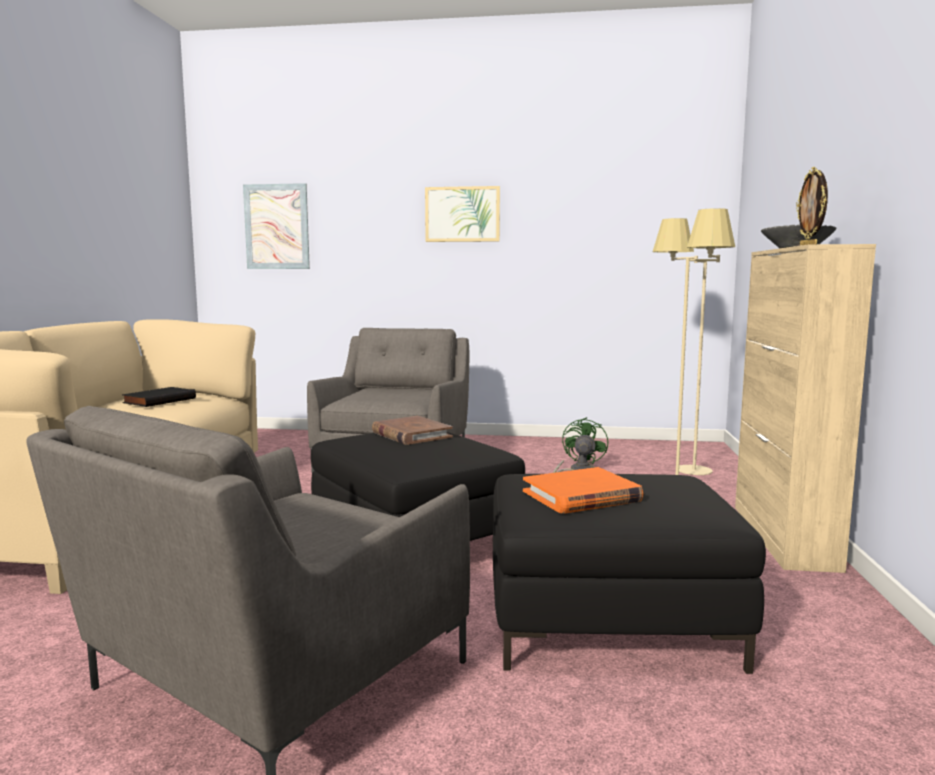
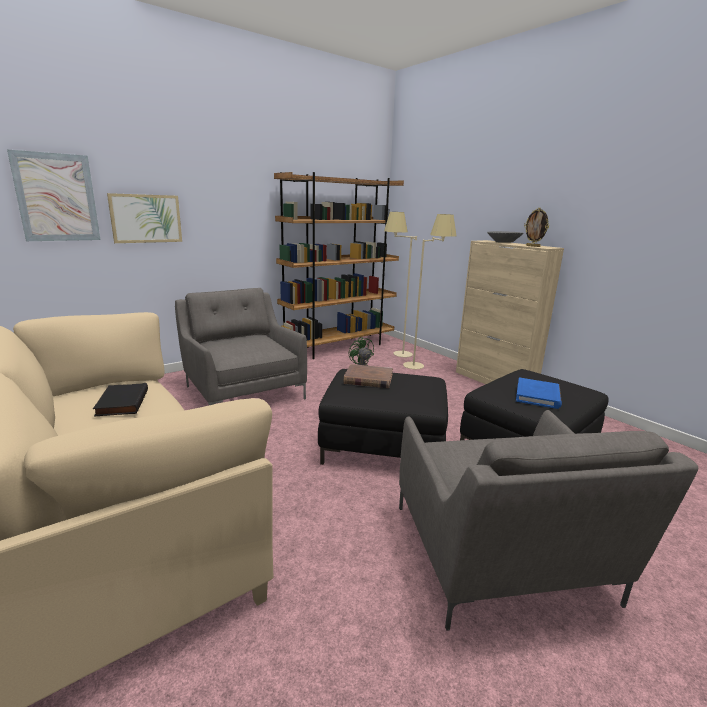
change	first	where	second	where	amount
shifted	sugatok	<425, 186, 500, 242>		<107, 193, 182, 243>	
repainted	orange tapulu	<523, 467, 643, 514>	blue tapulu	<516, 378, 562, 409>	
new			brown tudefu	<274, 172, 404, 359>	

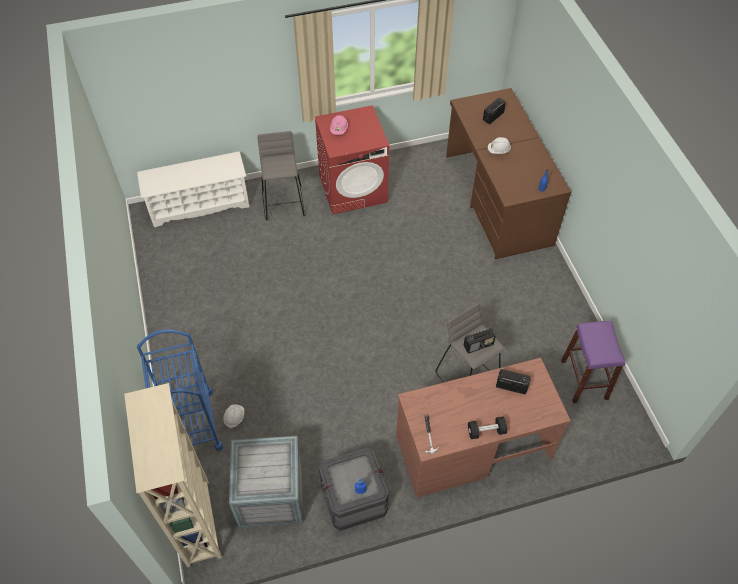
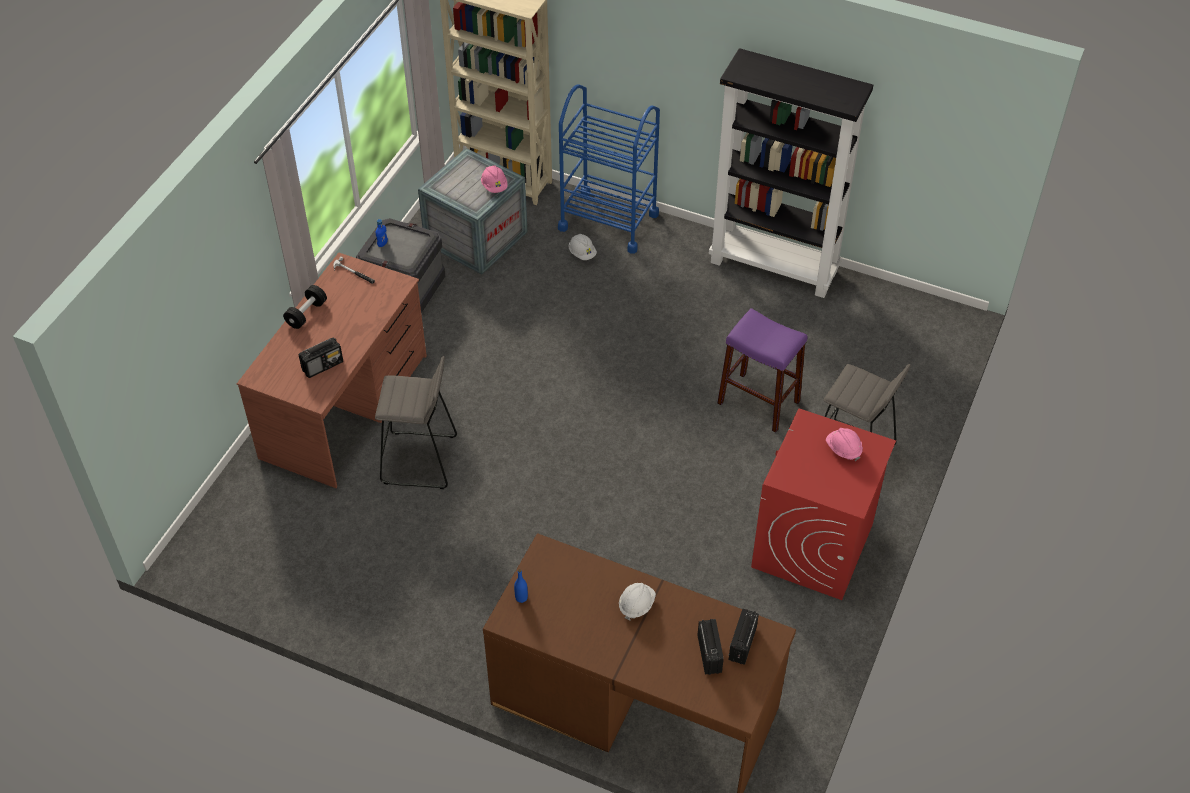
change	first	where	second	where	amount
gone	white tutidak	<137, 152, 250, 227>			
shifted	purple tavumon	<561, 321, 626, 403>		<717, 308, 808, 433>	
shifted	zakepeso	<464, 328, 496, 353>		<728, 609, 759, 665>	
new			black tudefu	<709, 48, 873, 298>	
new			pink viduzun	<481, 165, 508, 193>	

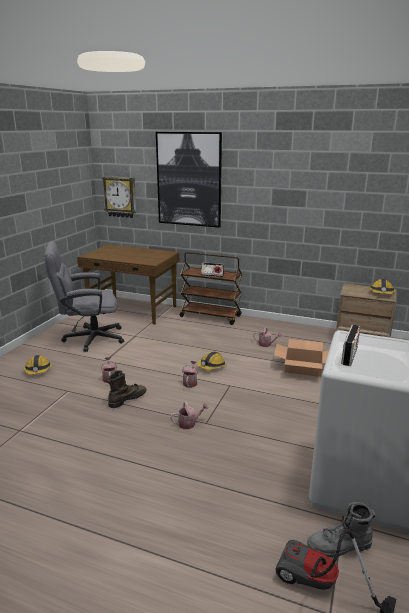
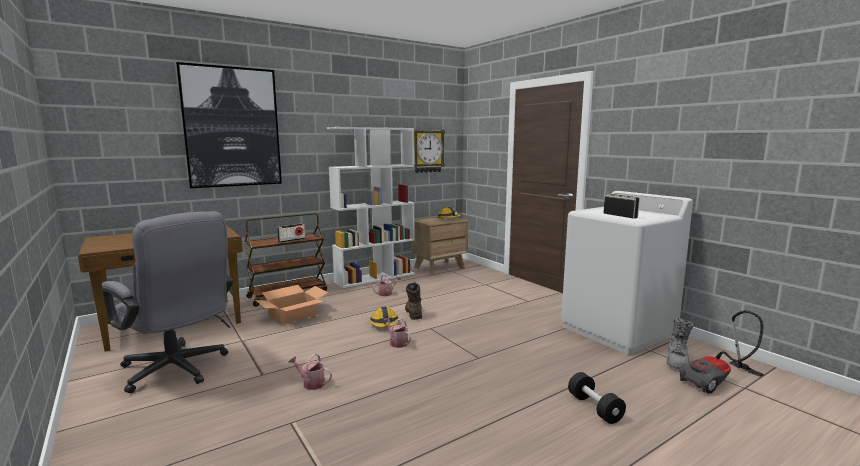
change	first	where	second	where	amount
shifted	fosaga	<102, 176, 136, 218>		<412, 129, 445, 173>	
rotated	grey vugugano	<44, 241, 124, 352>		<102, 211, 233, 393>	75 degrees counterclockwise
shifted	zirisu	<274, 339, 329, 377>		<255, 285, 328, 325>	
gone	viduzun	<24, 355, 52, 375>			
shifted	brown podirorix	<107, 370, 146, 408>		<405, 283, 422, 320>	
gone	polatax	<170, 402, 209, 429>			
new			white tudefu	<327, 127, 415, 288>	
new			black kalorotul	<568, 372, 626, 424>	

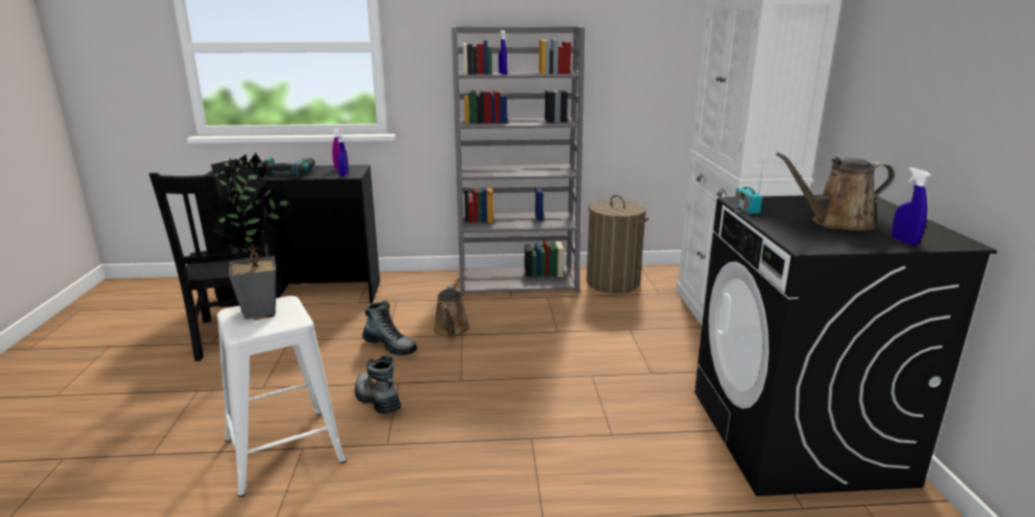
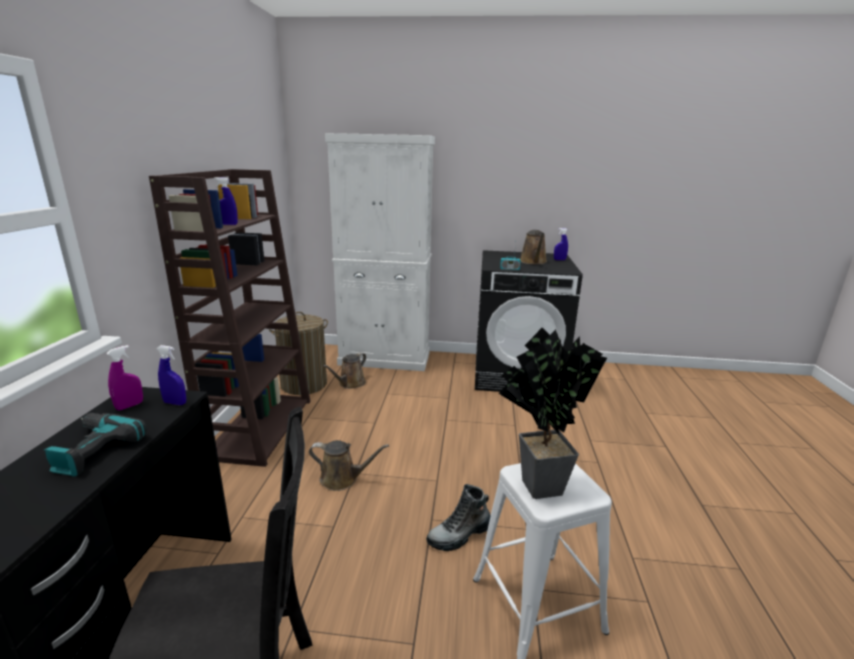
change	first	where	second	where	amount
repainted	grey tudefu	<452, 26, 585, 296>	brown tudefu	<149, 169, 310, 467>	
gone	podirorix	<362, 300, 417, 356>			
new			brown polatax	<323, 353, 366, 389>	

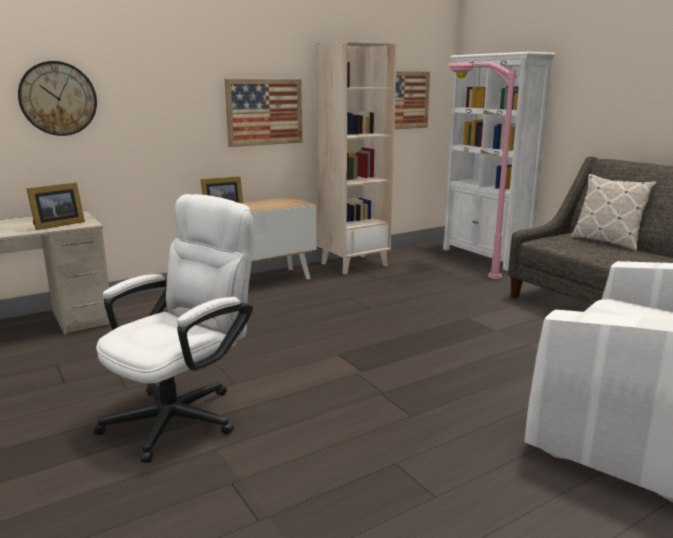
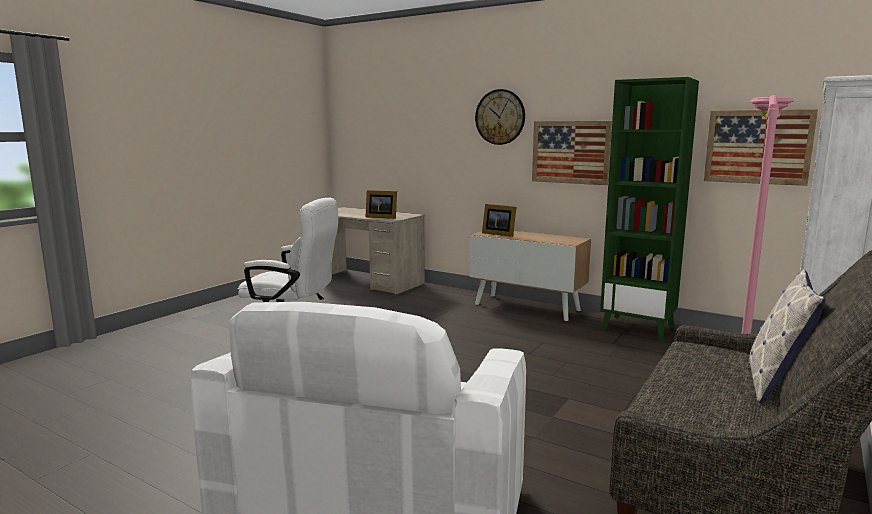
change	first	where	second	where	amount
repainted	beige tudefu	<317, 40, 397, 275>	green tudefu	<600, 77, 699, 341>	
shifted	fosaga	<18, 61, 97, 136>		<475, 89, 525, 145>	

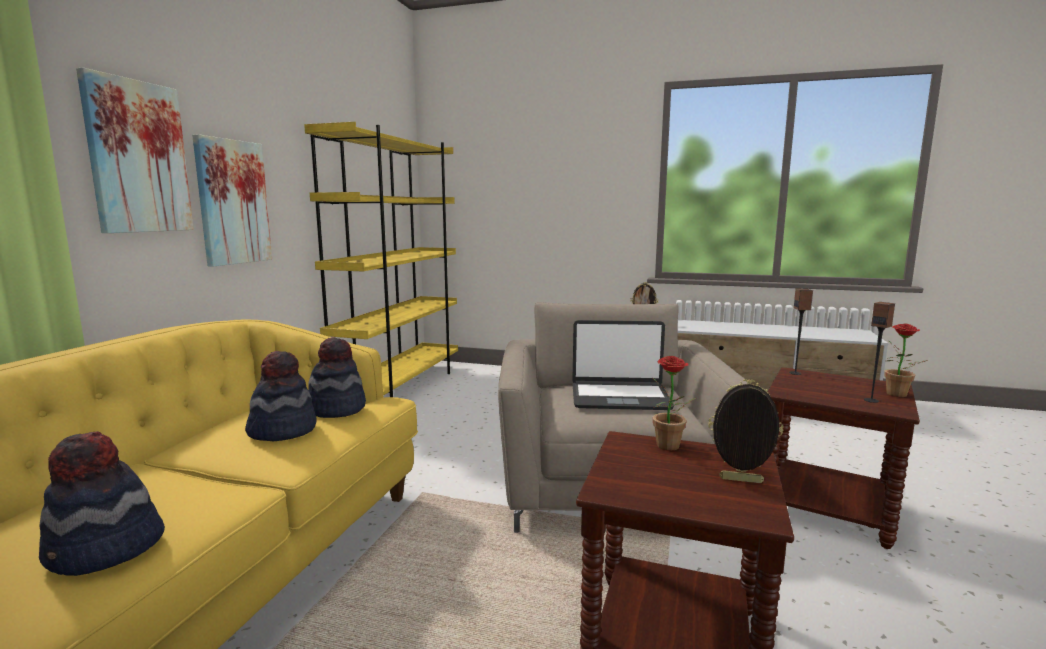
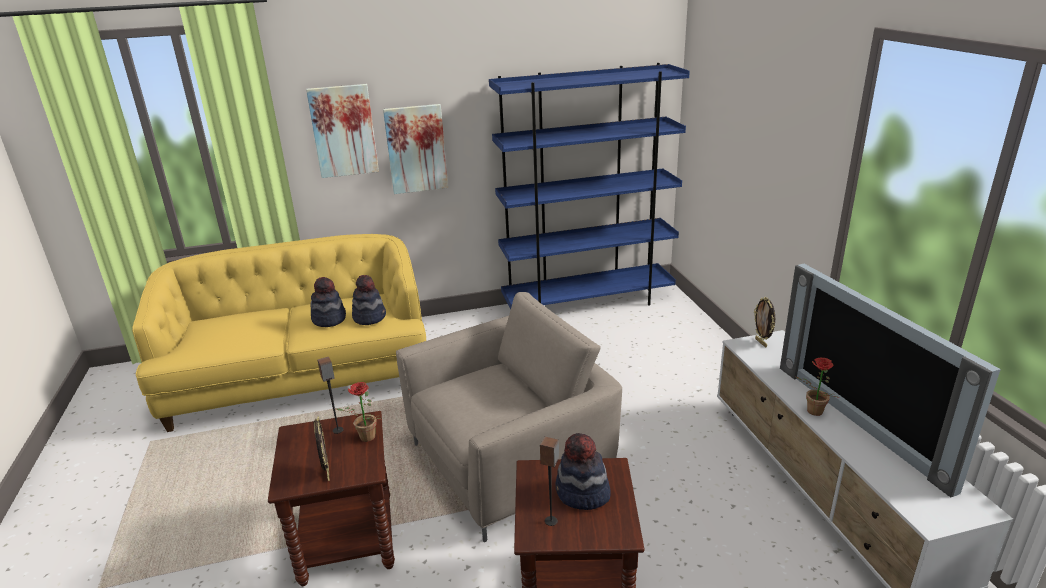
change	first	where	second	where	amount
repainted	yellow tudefu	<304, 122, 458, 397>	blue tudefu	<489, 63, 690, 309>	
shifted	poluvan	<789, 289, 813, 375>		<318, 357, 344, 434>	
gone	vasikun	<572, 320, 674, 410>			
shifted	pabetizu	<884, 323, 928, 397>		<796, 358, 839, 416>	
shifted	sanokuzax	<39, 431, 165, 576>		<555, 433, 611, 510>	
new			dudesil	<780, 264, 1001, 497>	

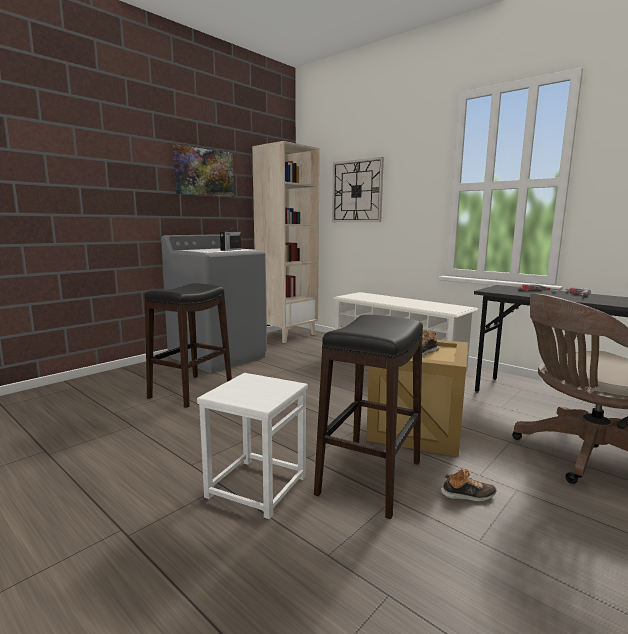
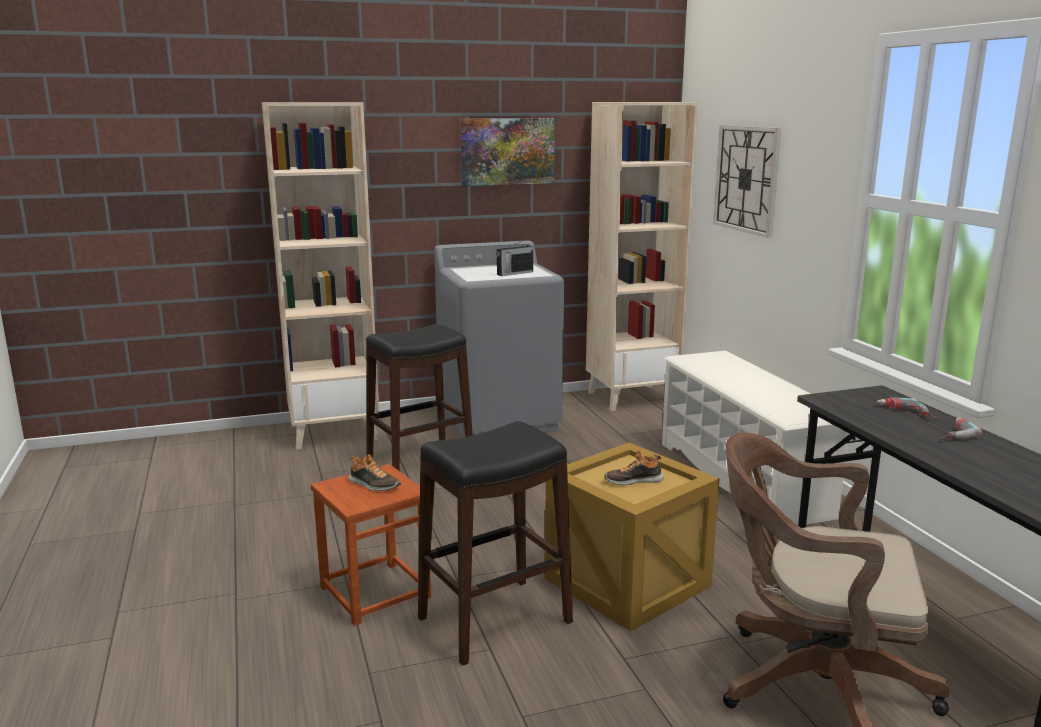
change	first	where	second	where	amount
repainted	white tavumon	<197, 373, 308, 519>	brown tavumon	<311, 464, 431, 626>	
shifted	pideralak	<440, 469, 496, 502>		<348, 454, 401, 491>	
new			beige tudefu	<262, 102, 379, 450>	

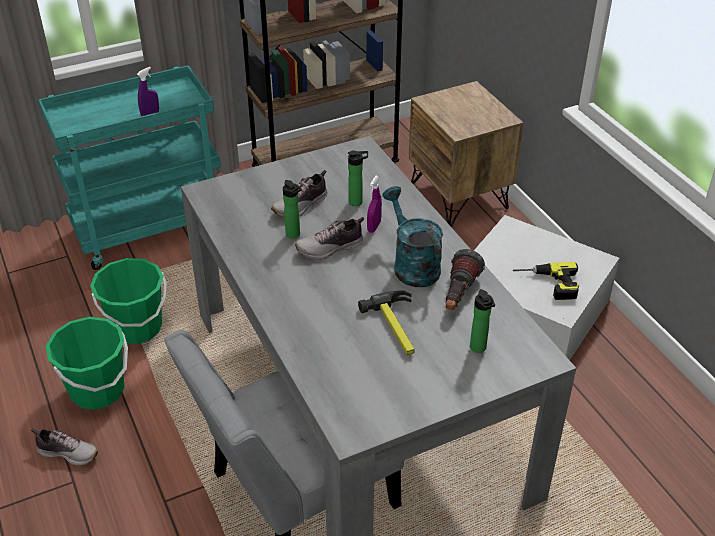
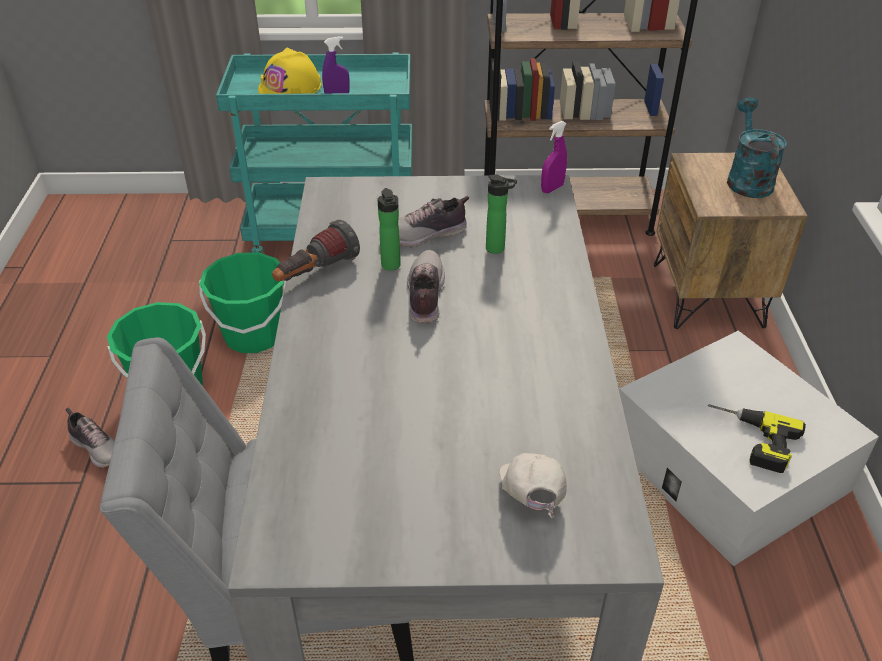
change	first	where	second	where	amount
shifted	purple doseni	<367, 175, 382, 233>		<541, 121, 567, 193>	
shifted	turquoise polatax	<382, 186, 443, 287>		<727, 98, 787, 198>	
rotated	pideralak	<295, 217, 364, 260>		<407, 250, 445, 323>	90 degrees clockwise
shifted	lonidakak	<446, 249, 485, 310>		<272, 220, 360, 282>	
swapped	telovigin	<470, 289, 495, 353>	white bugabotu	<499, 453, 567, 518>	
gone	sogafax	<358, 291, 415, 355>			
new			yellow viduzun	<258, 48, 321, 94>	

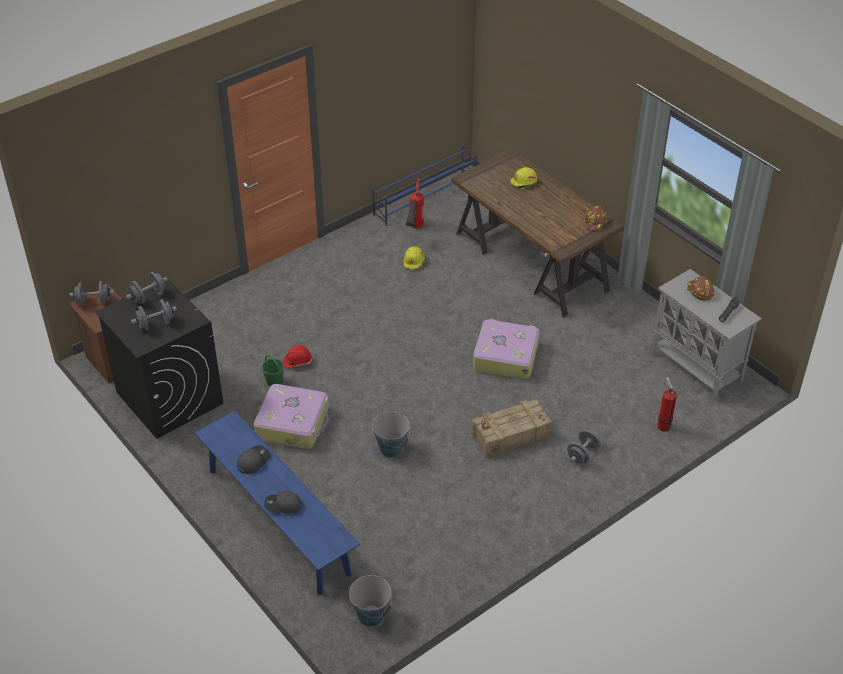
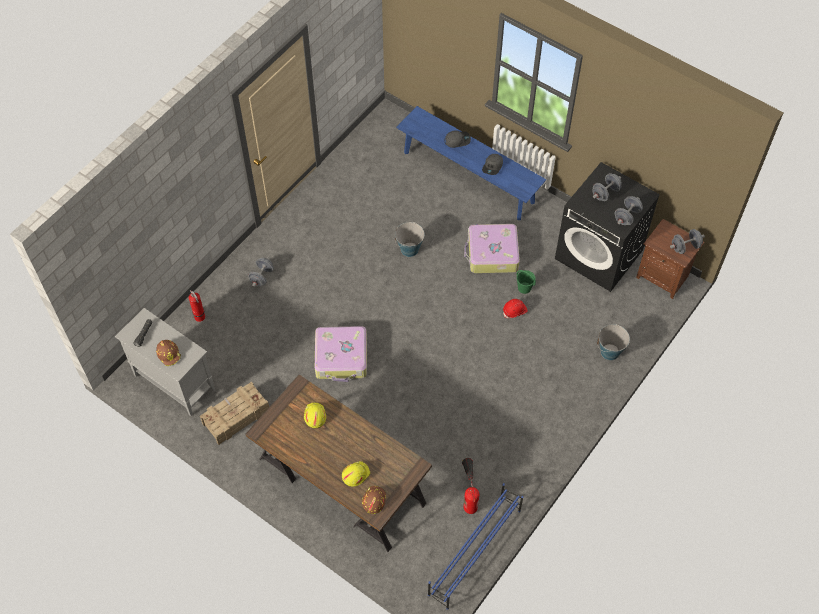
change	first	where	second	where	amount
shifted	brown viduzun	<583, 206, 608, 230>		<362, 486, 386, 514>	
shifted	yellow viduzun	<404, 246, 425, 270>		<304, 402, 326, 428>	
shifted	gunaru	<471, 399, 552, 458>		<200, 382, 269, 445>	
shifted	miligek	<349, 575, 392, 627>		<597, 324, 630, 360>	

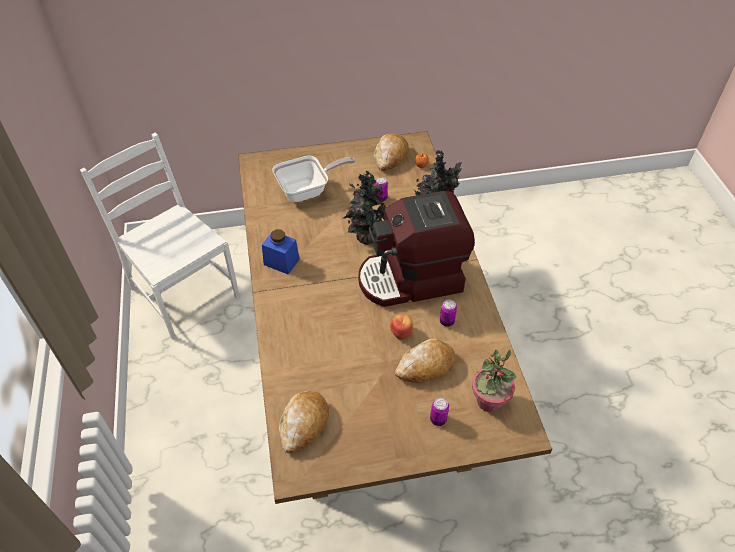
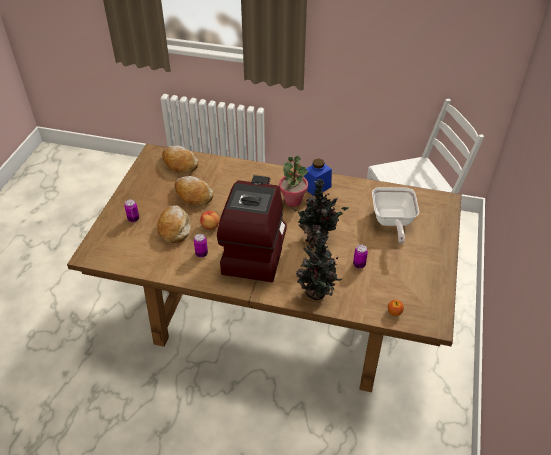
change	first	where	second	where	amount
shifted	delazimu	<374, 134, 409, 171>		<175, 176, 213, 206>	
shifted	pabetizu	<472, 349, 516, 412>		<279, 156, 308, 207>	

